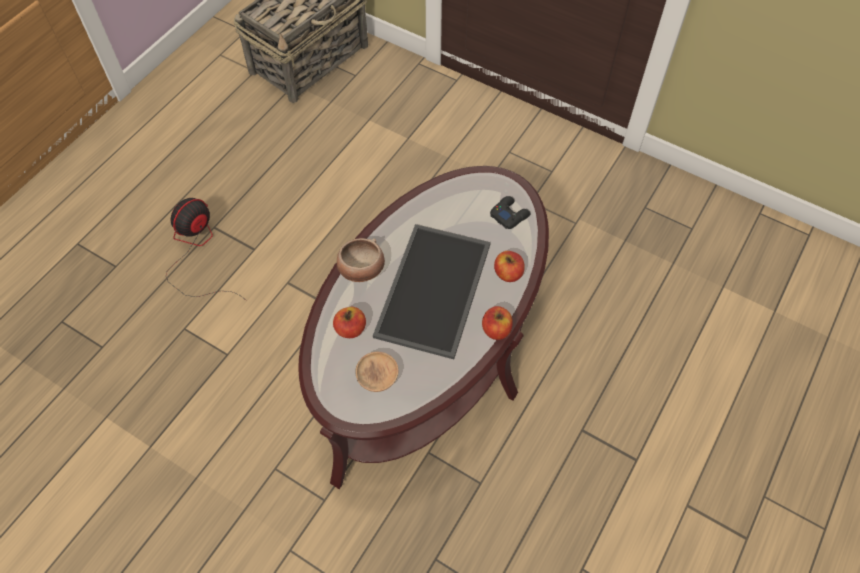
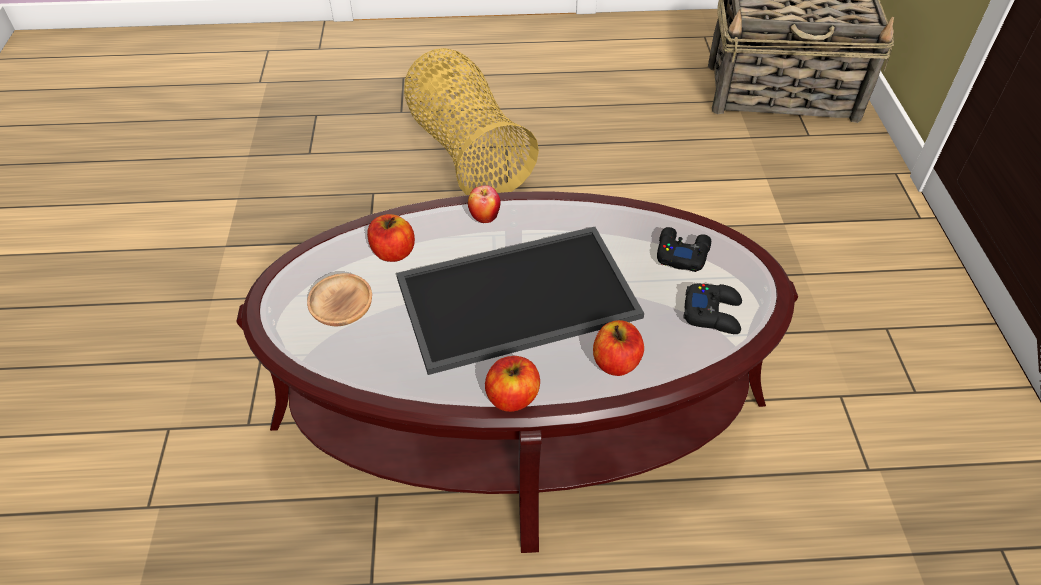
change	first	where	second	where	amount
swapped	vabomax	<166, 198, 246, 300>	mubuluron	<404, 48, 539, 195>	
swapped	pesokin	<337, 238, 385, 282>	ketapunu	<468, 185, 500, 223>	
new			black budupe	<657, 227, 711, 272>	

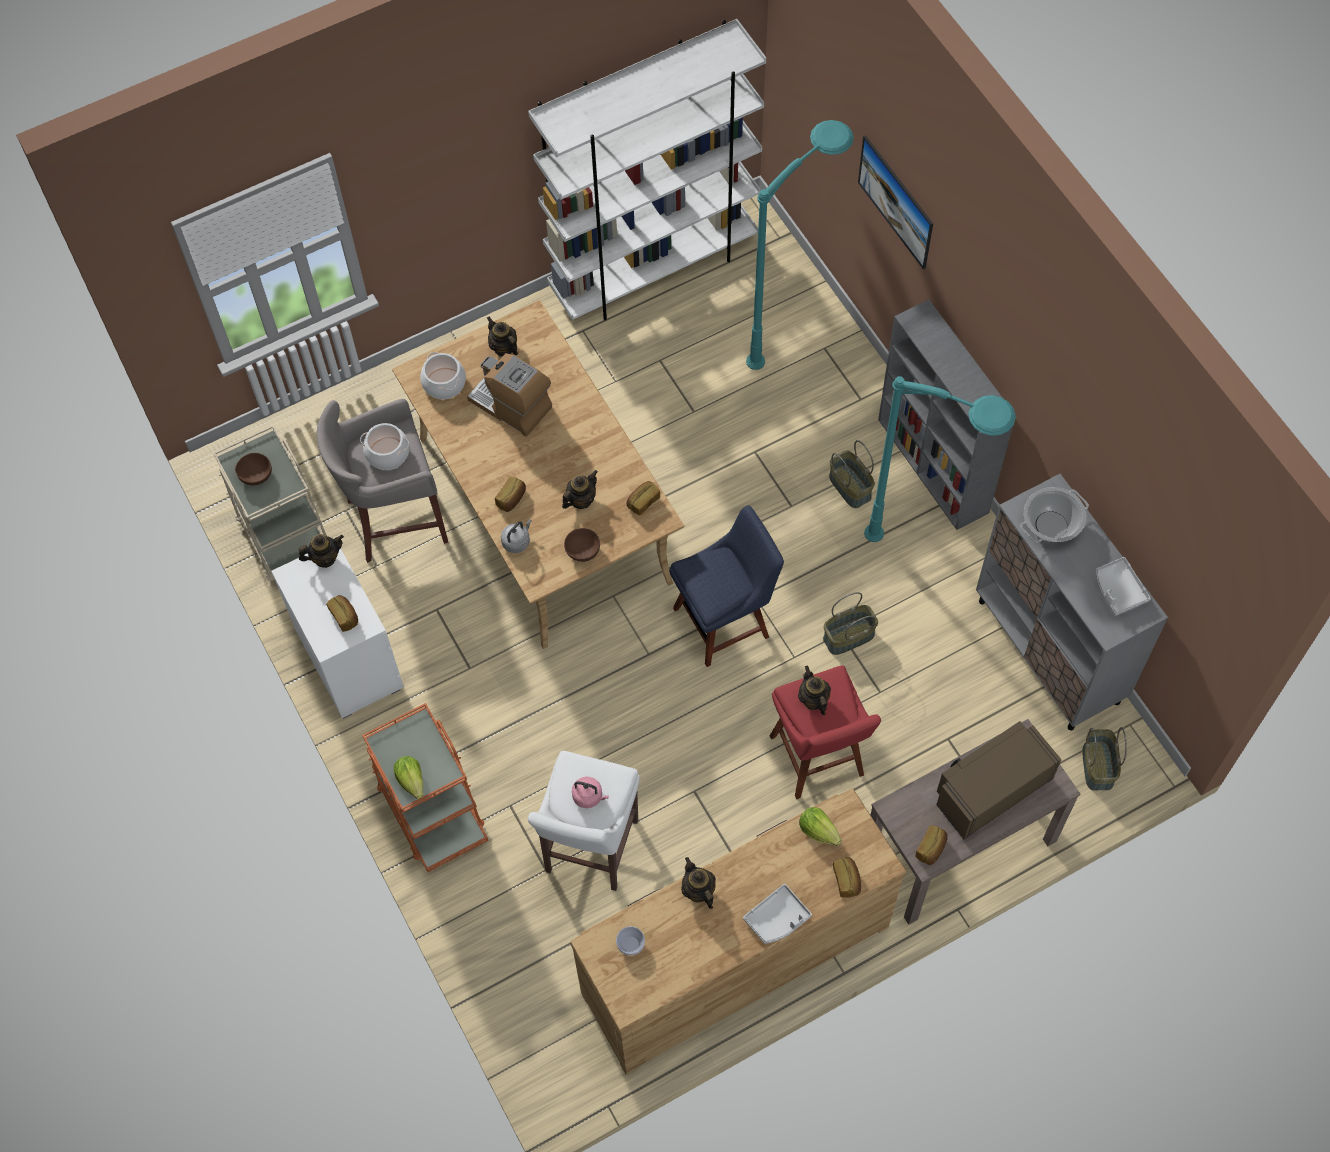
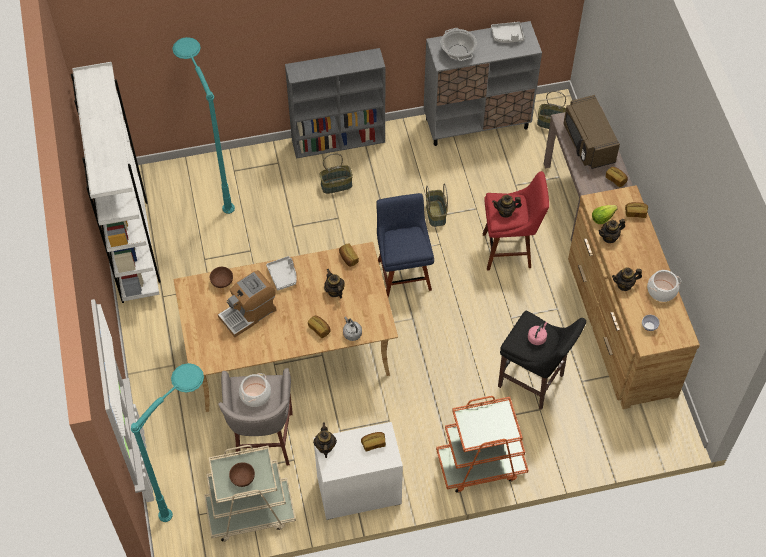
change	first	where	second	where	amount
gone	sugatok	<858, 135, 933, 269>			
shifted	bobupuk	<487, 316, 518, 356>		<598, 219, 625, 243>	
shifted	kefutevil	<420, 352, 466, 399>		<647, 270, 681, 302>	
shifted	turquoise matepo	<864, 376, 1016, 542>		<131, 363, 204, 522>	
shifted	brown pesokin	<564, 528, 600, 562>		<210, 267, 233, 288>	
repainted	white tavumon	<528, 751, 640, 891>	black tavumon	<498, 311, 586, 410>	
gone	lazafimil	<394, 756, 423, 799>			
shifted	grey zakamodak	<743, 884, 812, 944>		<266, 256, 297, 290>	

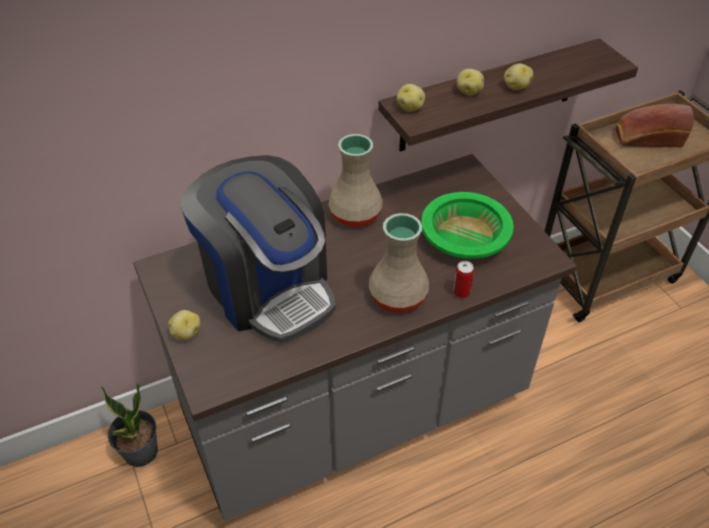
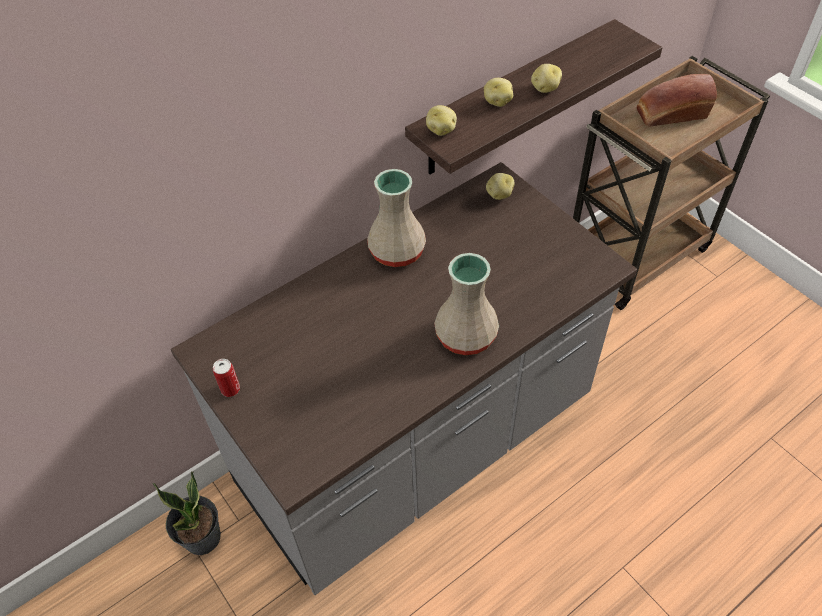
change	first	where	second	where	amount
gone	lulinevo	<180, 155, 336, 343>			
gone	green pesokin	<421, 192, 514, 259>			
shifted	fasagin	<453, 261, 474, 298>		<213, 359, 240, 397>	
shifted	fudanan	<168, 310, 201, 340>		<486, 173, 515, 200>	

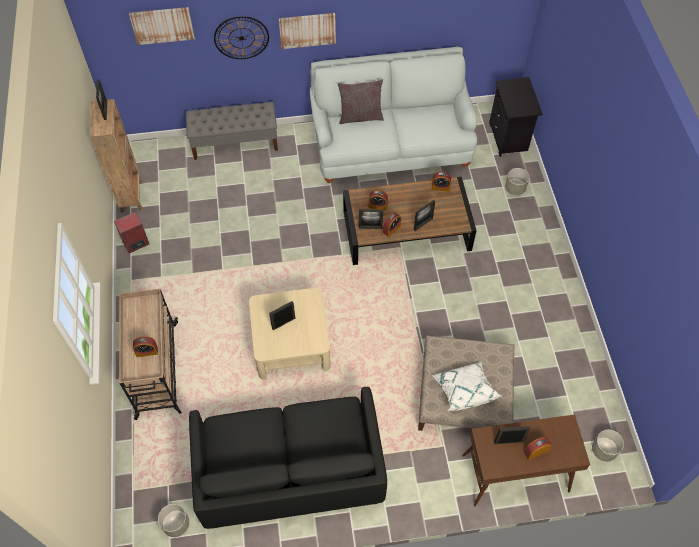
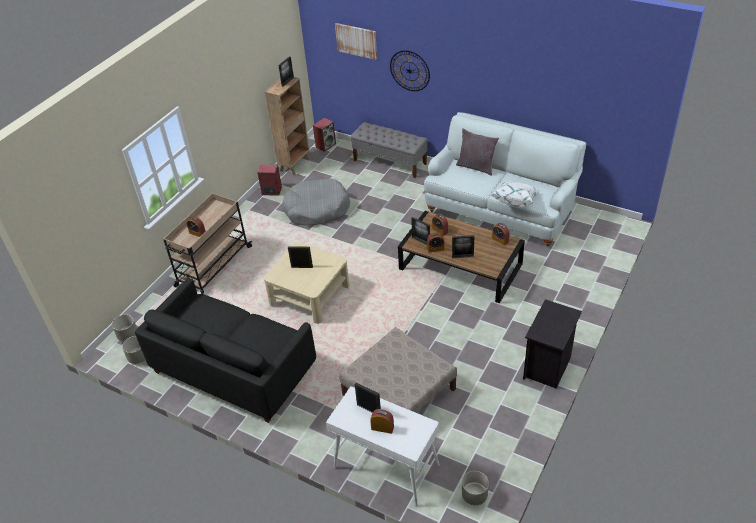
change	first	where	second	where	amount
gone	sugatok	<279, 13, 336, 49>			
shifted	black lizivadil	<489, 77, 543, 157>		<523, 299, 582, 389>	
shifted	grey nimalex	<505, 168, 530, 195>		<112, 314, 137, 342>	
shifted	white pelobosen	<432, 362, 501, 411>		<491, 181, 540, 207>	
repainted	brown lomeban	<462, 414, 590, 507>	white lomeban	<326, 386, 440, 506>	
new			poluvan	<313, 118, 336, 152>	
new			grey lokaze	<282, 178, 350, 226>	

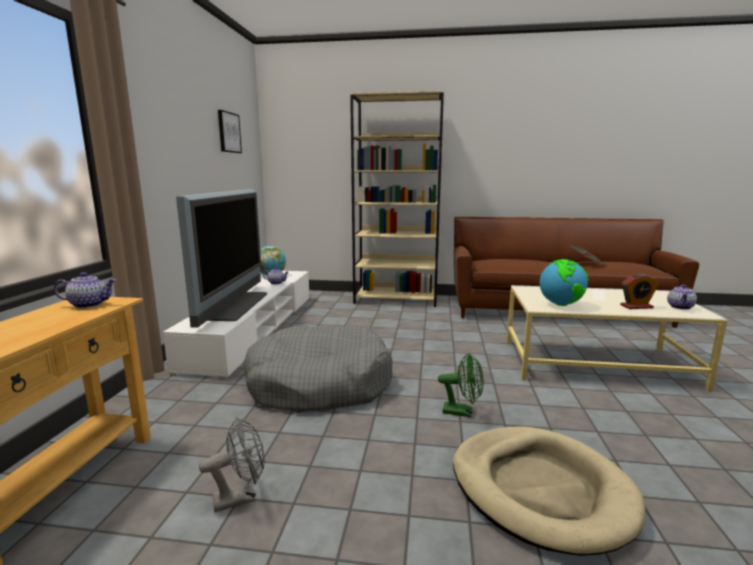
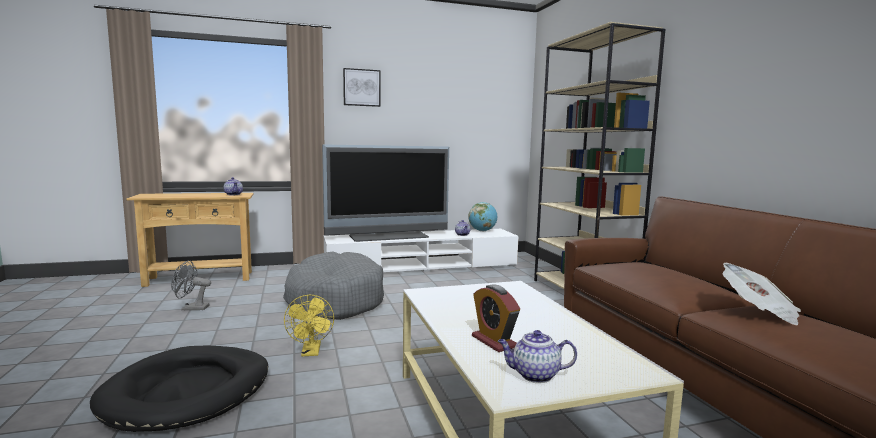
change	first	where	second	where	amount
shifted	sugatok	<218, 110, 242, 153>		<343, 68, 380, 107>	
gone	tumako	<540, 259, 589, 306>			
repainted	green vabomax	<438, 353, 484, 417>	yellow vabomax	<284, 295, 334, 356>	
rotated	grey vabomax	<199, 417, 265, 512>		<171, 260, 211, 310>	135 degrees clockwise
repainted	beige lokaze	<453, 427, 646, 556>	black lokaze	<90, 345, 268, 432>	

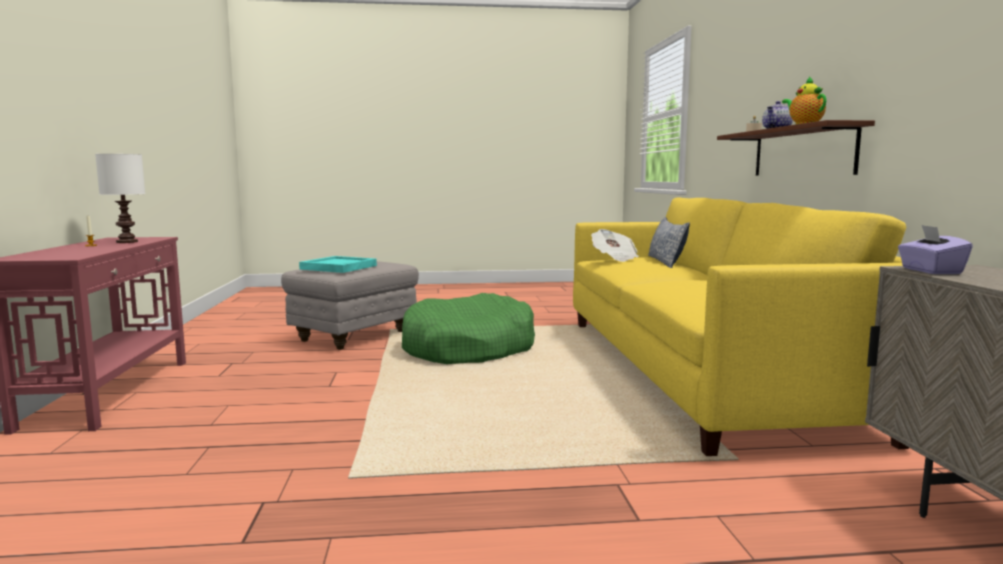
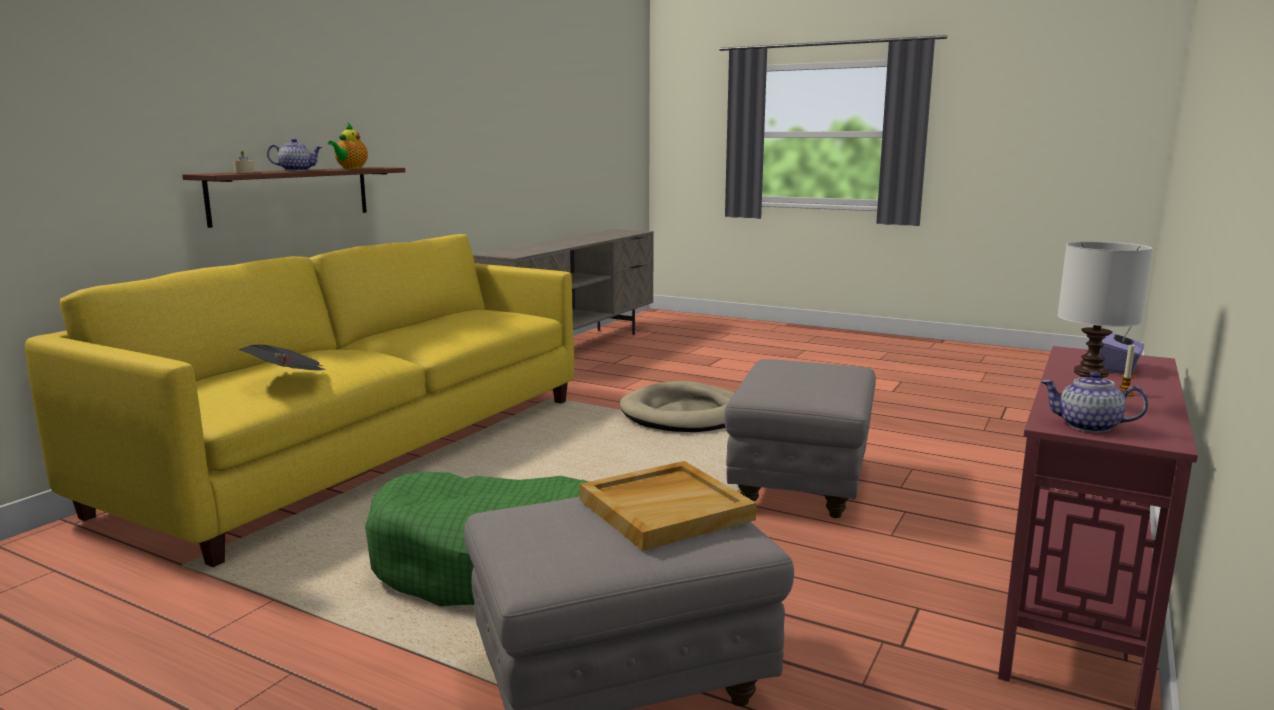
change	first	where	second	where	amount
gone	pelobosen	<648, 217, 690, 268>			
shifted	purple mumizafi	<898, 225, 973, 274>		<1100, 326, 1144, 374>	
repainted	turquoise zakamodak	<299, 256, 377, 273>	beige zakamodak	<579, 461, 757, 551>	
new			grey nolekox	<724, 359, 876, 518>	
new			bobupuk	<1041, 371, 1148, 433>	
new			beige lokaze	<620, 381, 735, 432>	

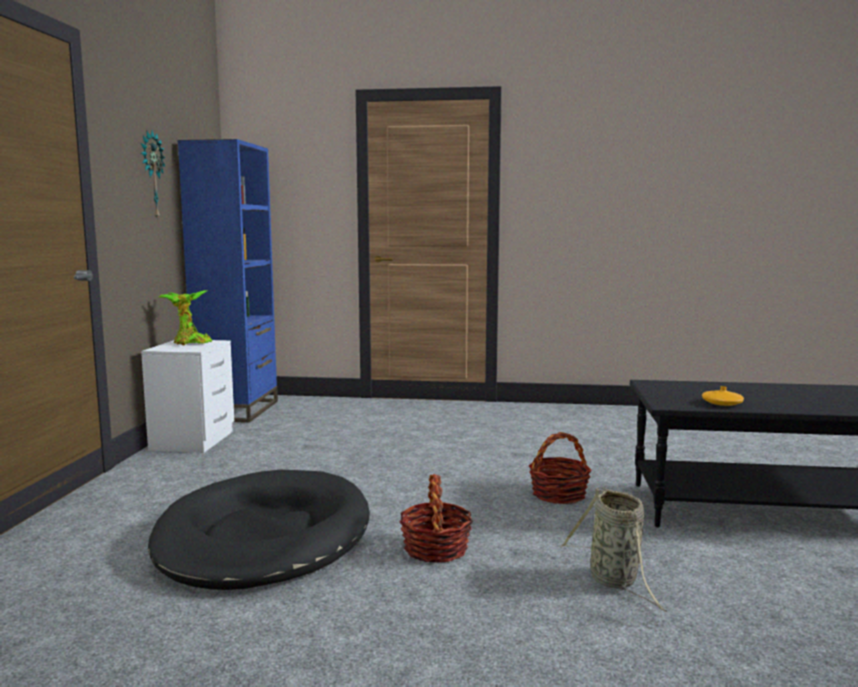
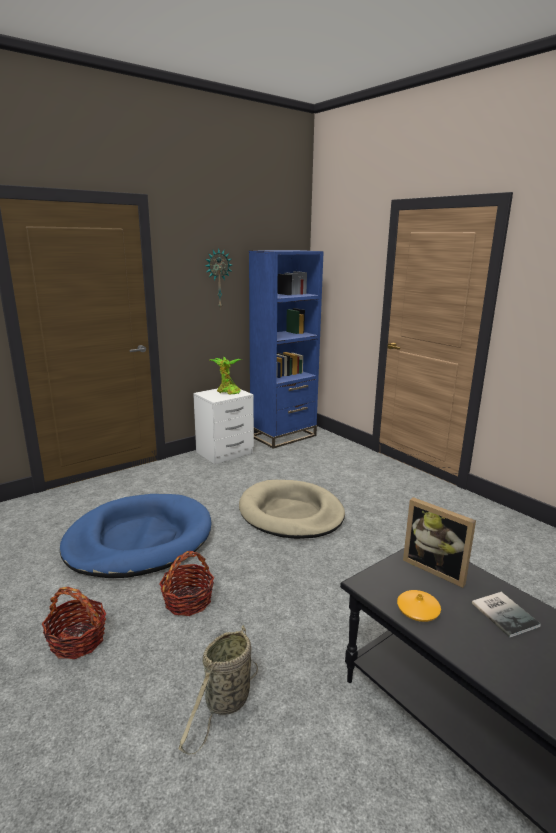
change	first	where	second	where	amount
shifted	mubuluron	<529, 432, 592, 504>		<42, 587, 106, 659>	
repainted	black lokaze	<148, 470, 370, 590>	blue lokaze	<60, 494, 212, 578>	
new			beige lokaze	<239, 480, 345, 539>	
new			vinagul	<403, 497, 476, 588>	
new			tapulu	<472, 592, 541, 638>	

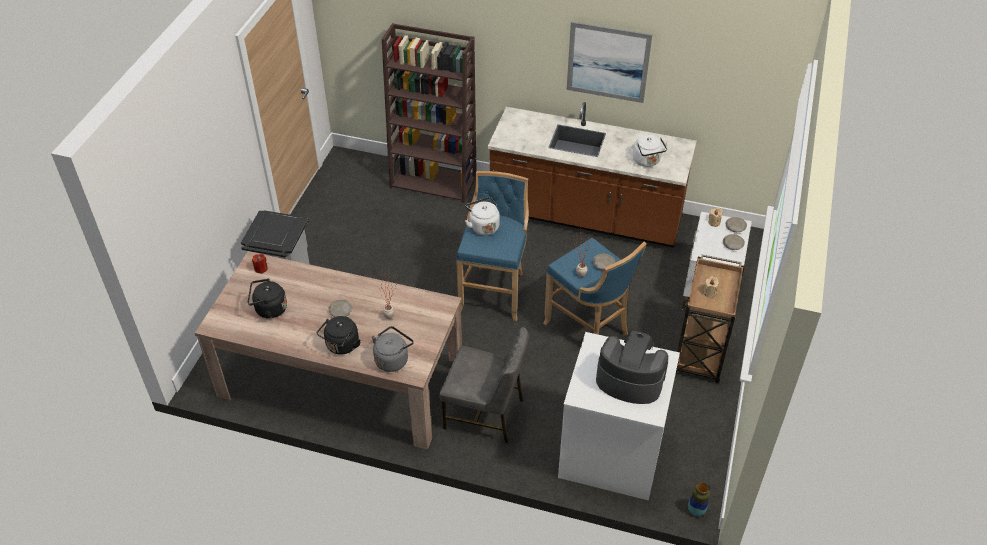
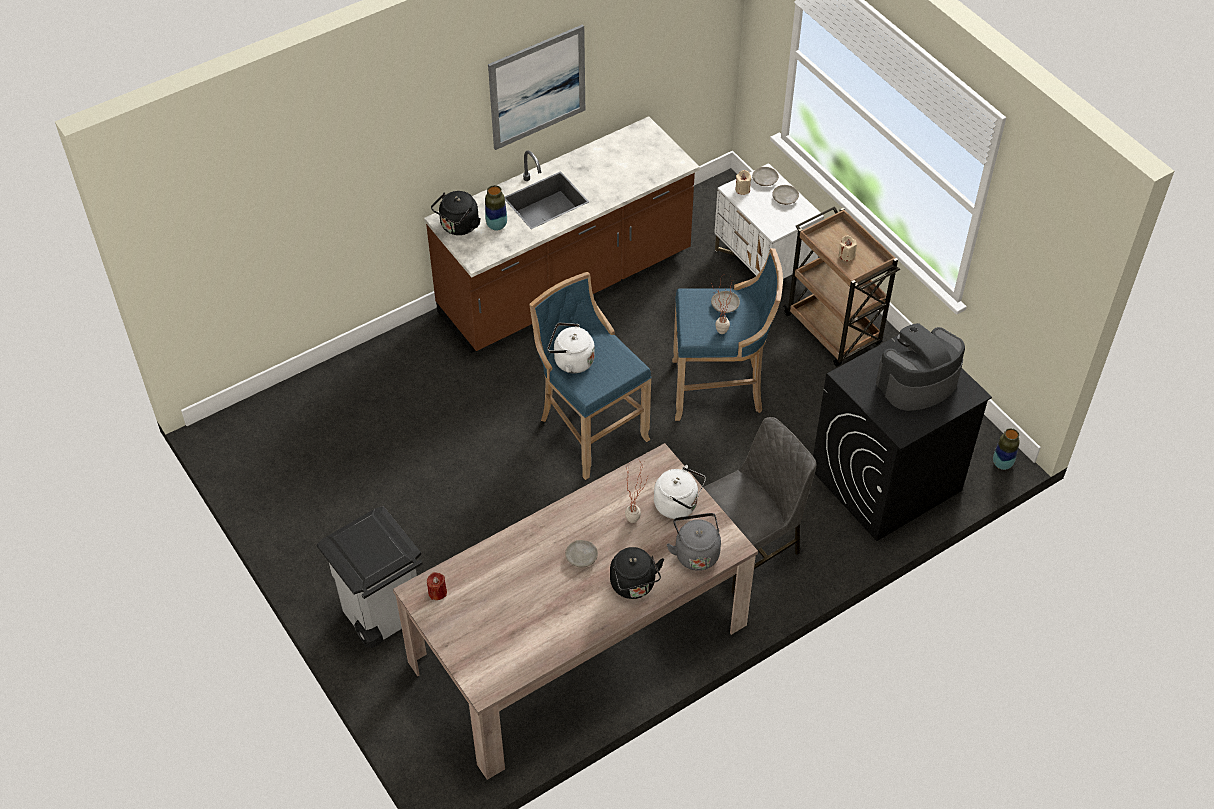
change	first	where	second	where	amount
gone	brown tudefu	<382, 23, 476, 203>			
shifted	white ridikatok	<633, 134, 667, 167>		<654, 465, 706, 519>	
shifted	black ridikatok	<248, 279, 287, 319>		<431, 191, 480, 235>	
repainted	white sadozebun	<558, 332, 680, 500>	black sadozebun	<813, 335, 992, 541>	
new			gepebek	<485, 185, 507, 231>	

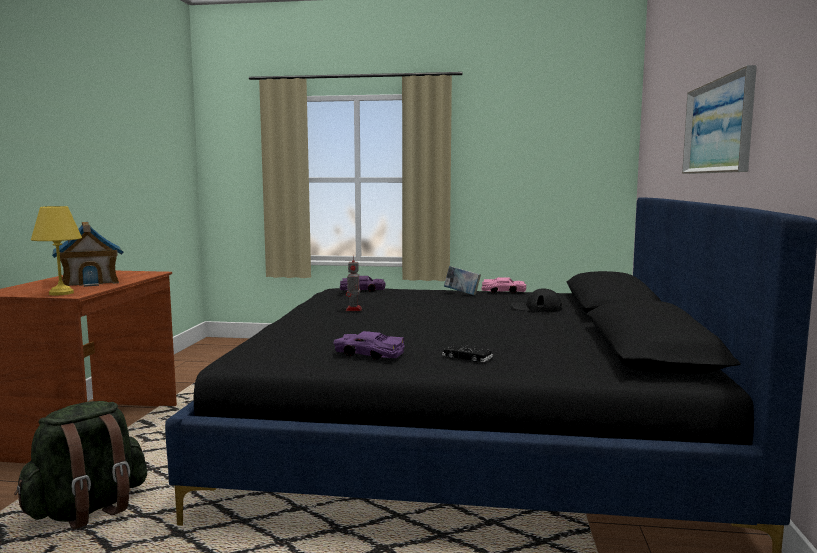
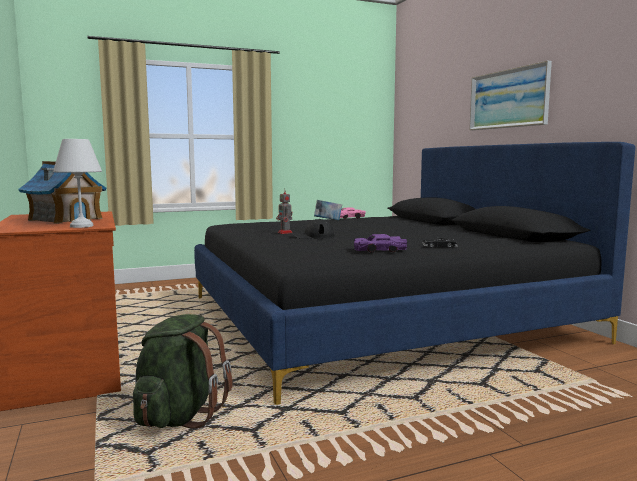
change	first	where	second	where	amount
repainted	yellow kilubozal	<31, 206, 82, 295>	white kilubozal	<53, 139, 102, 228>	
gone	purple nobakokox	<340, 276, 386, 292>			
shifted	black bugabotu	<511, 288, 562, 312>		<292, 219, 335, 239>	

